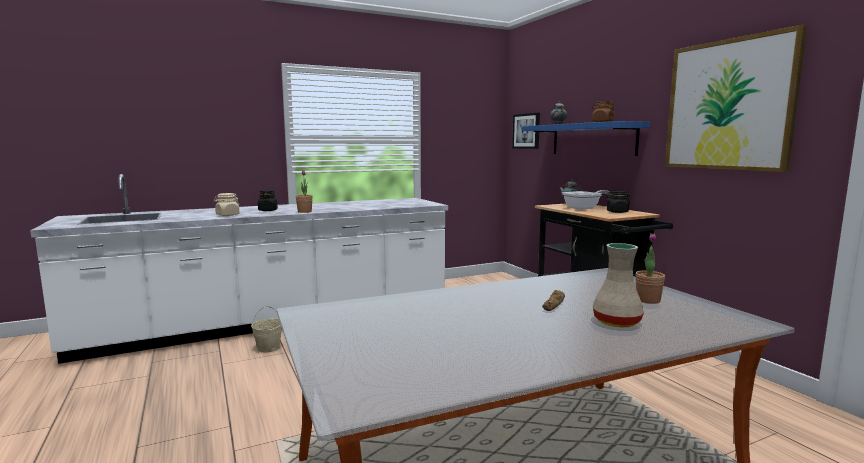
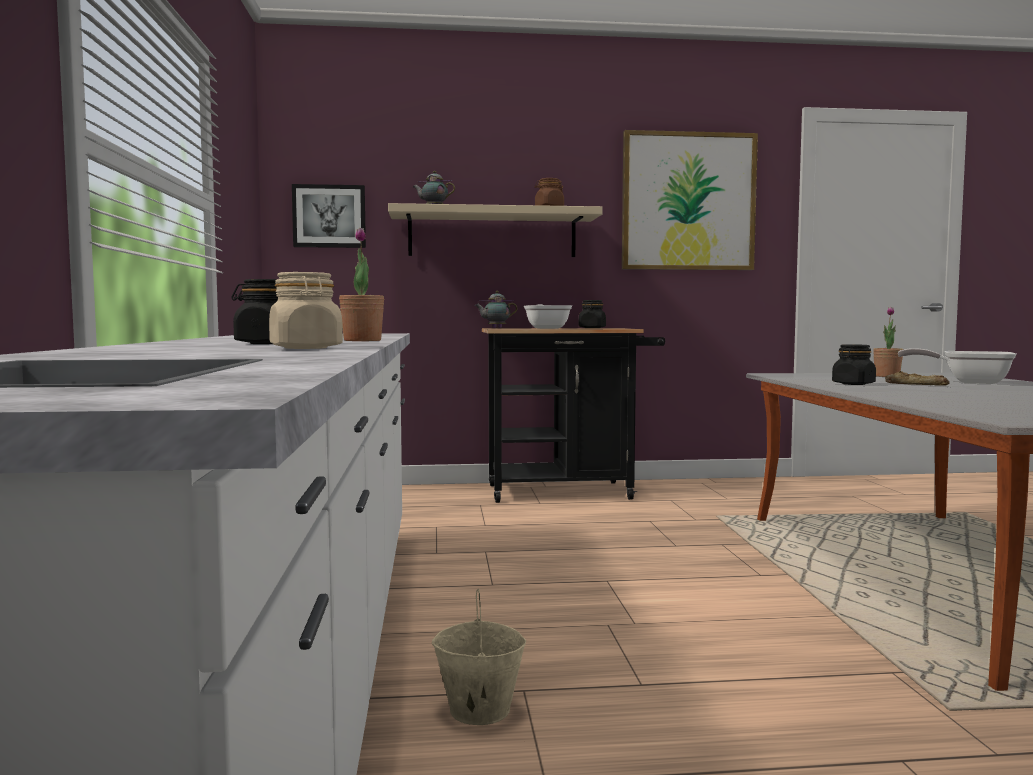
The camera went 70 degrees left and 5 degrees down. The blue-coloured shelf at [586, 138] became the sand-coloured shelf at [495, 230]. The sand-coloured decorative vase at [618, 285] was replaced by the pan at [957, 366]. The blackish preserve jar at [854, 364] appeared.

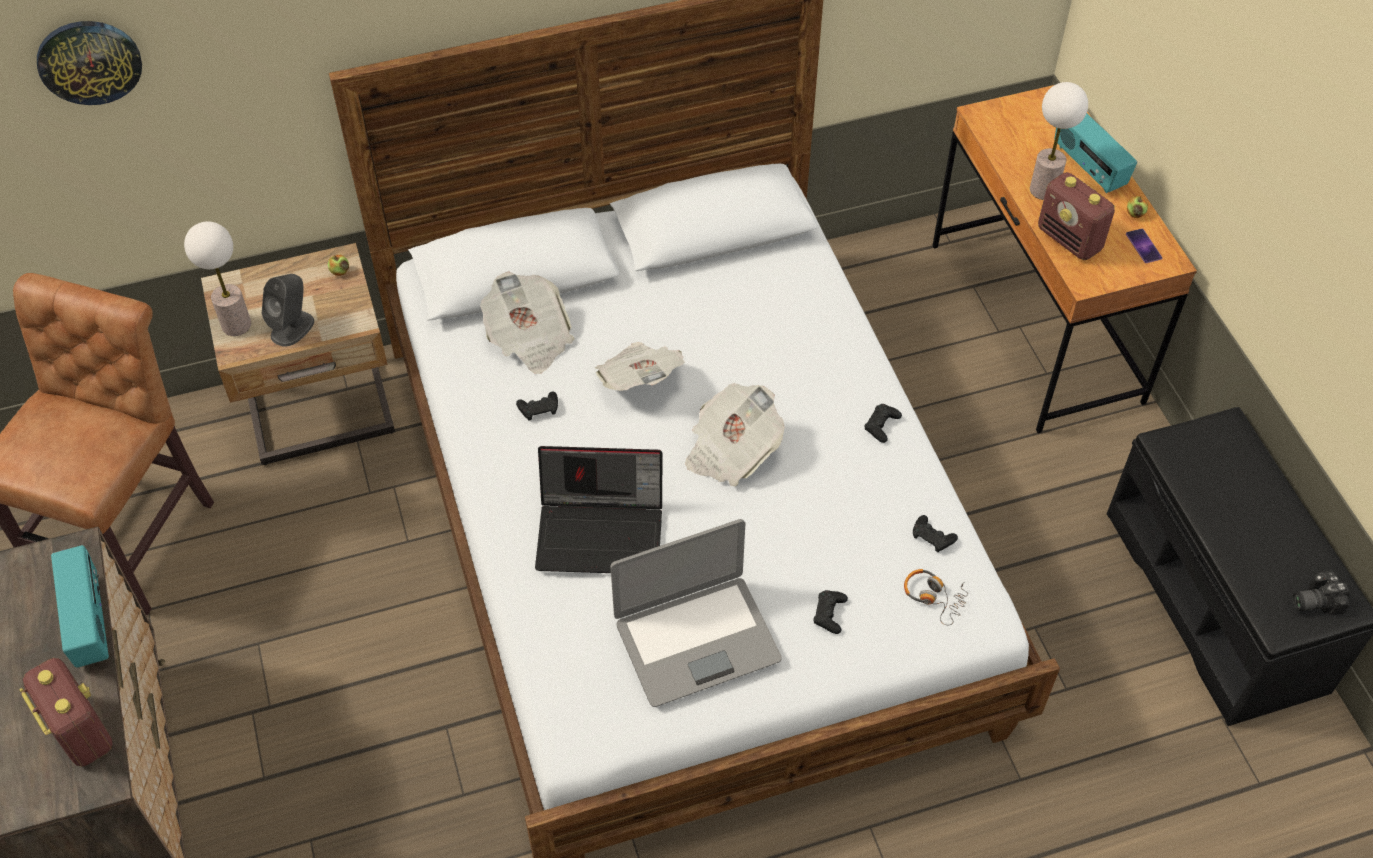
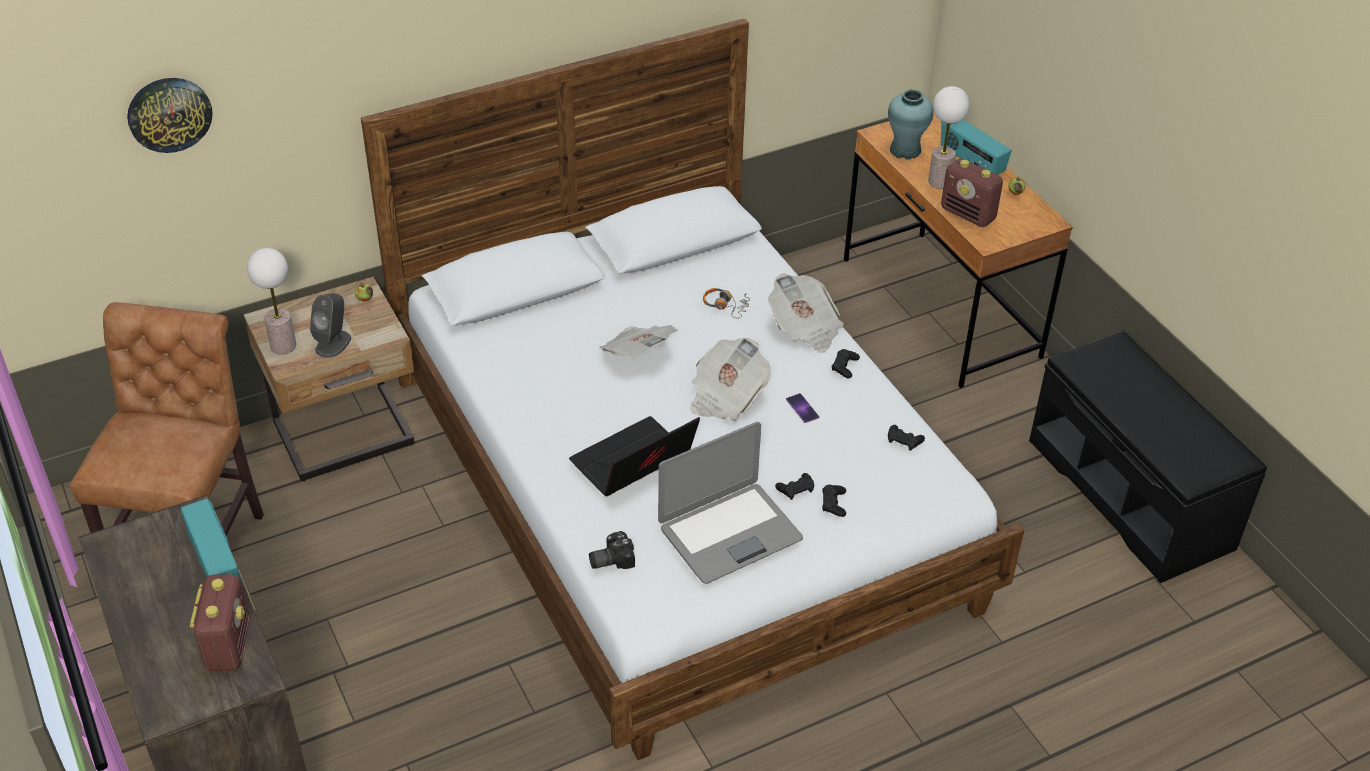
The camera went 10 degrees left and 10 degrees down. The telephone moved from [1144, 246] to [802, 408]. The daily paper moved from [527, 323] to [806, 313]. The blackish joypad moved from [537, 406] to [794, 486]. The portable computer at [598, 509] turned 150 degrees clockwise. The headphones moved from [936, 597] to [726, 303]. The still camera moved from [1321, 593] to [612, 550]. The radio set at [66, 712] turned 45 degrees clockwise. The blue-green decorative vase at [911, 124] appeared.

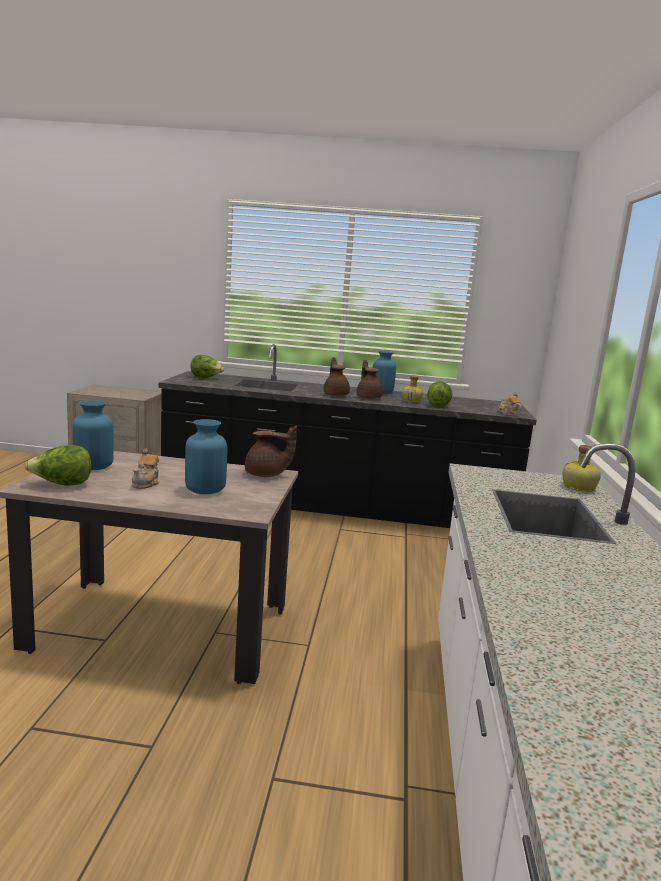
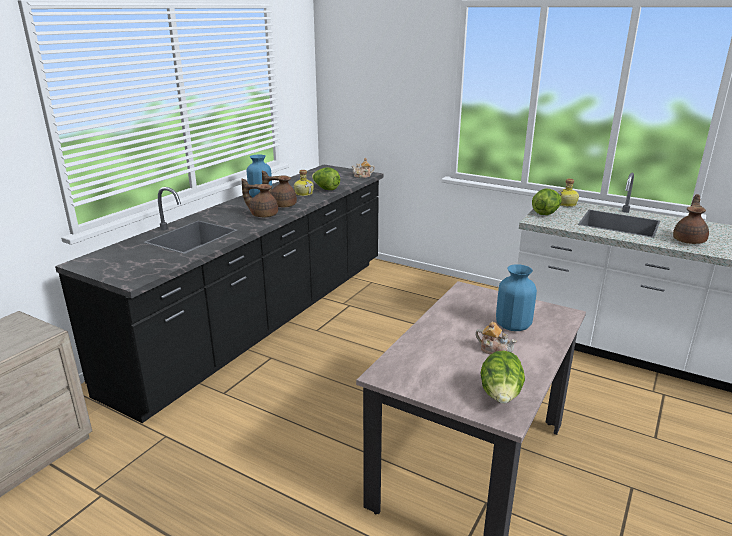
The camera went 65 degrees left and 10 degrees up. The lettuce head moved from [207, 366] to [547, 202]. The blue-coloured decorative vase at [93, 435] disappeared. The brown-coloured teapot moved from [271, 451] to [691, 219].

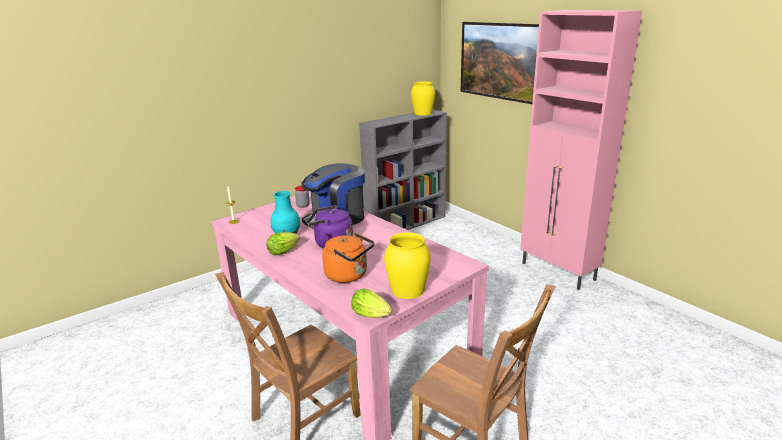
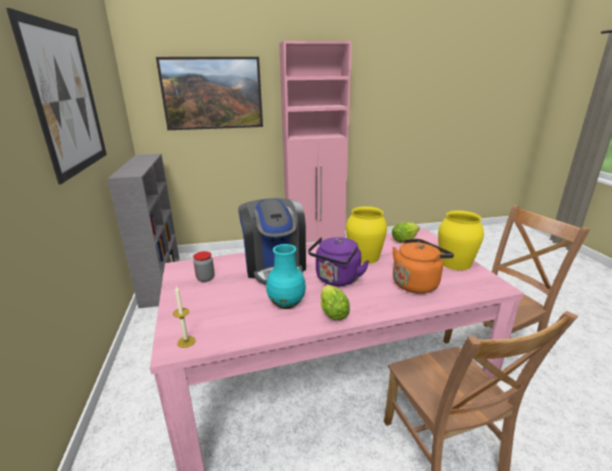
The camera went 65 degrees left and 0 degrees up. The yellowish decorative vase moved from [423, 98] to [366, 235]. The lettuce head moved from [371, 303] to [406, 232]. The wall picture at [56, 96] appeared.

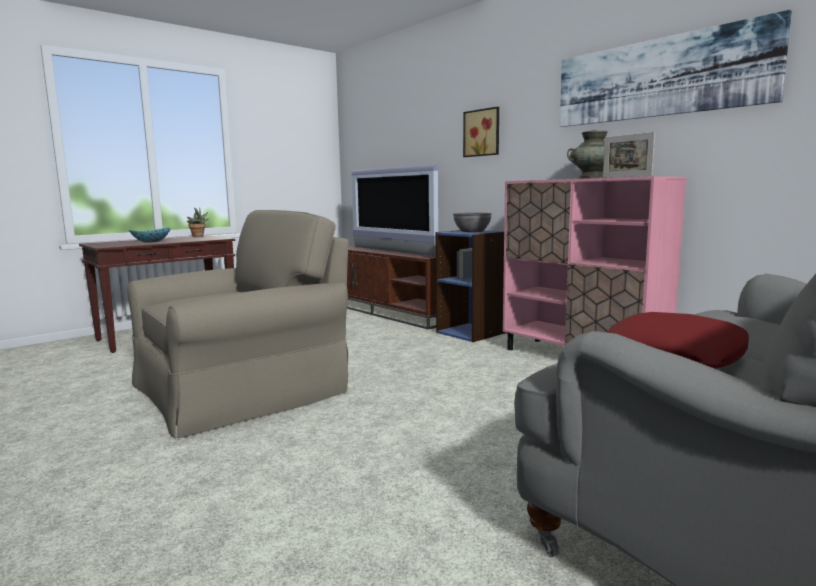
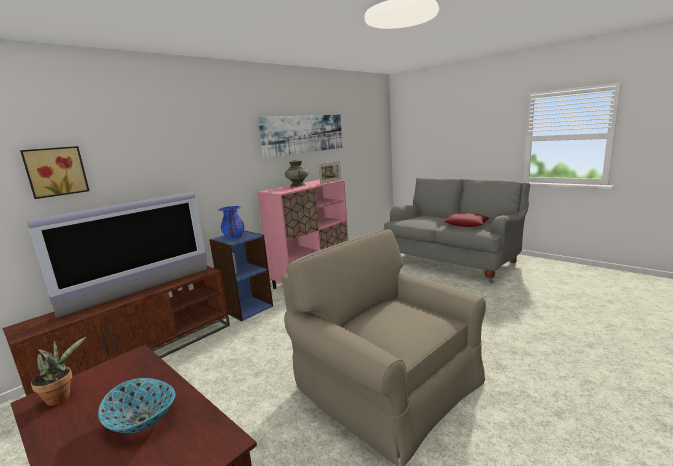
The camera went 95 degrees left and 5 degrees up. The wall picture moved from [481, 132] to [54, 172]. The grey serving bowl at [472, 222] was replaced by the blue-coloured decorative vase at [231, 222].

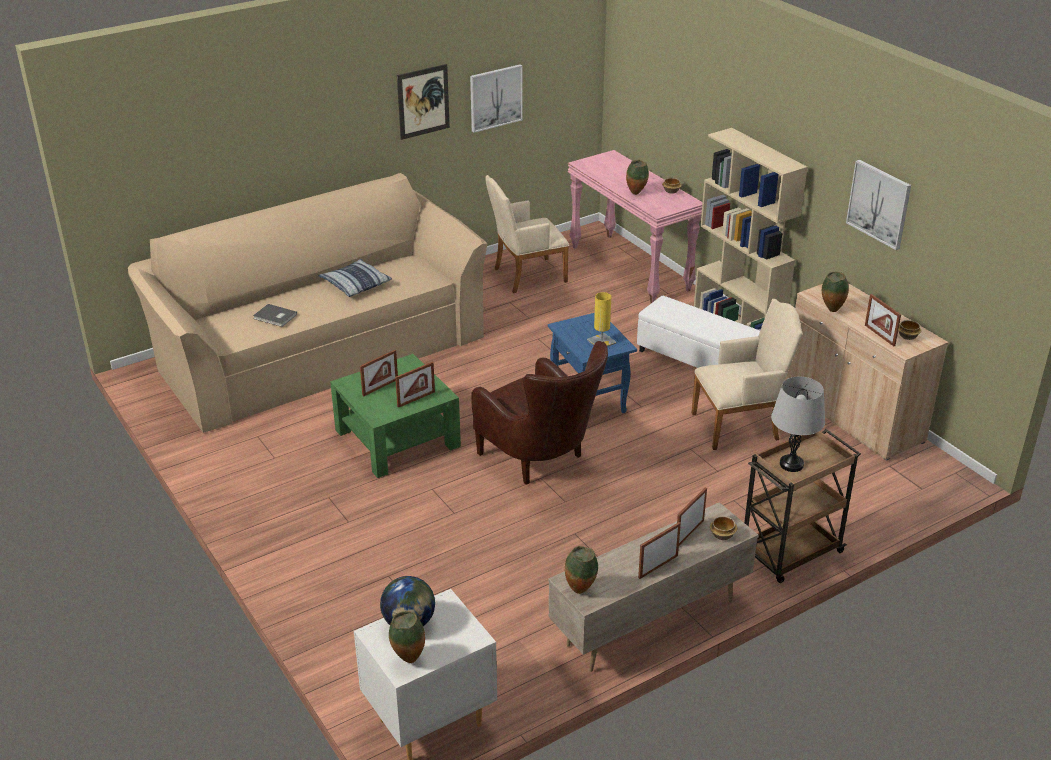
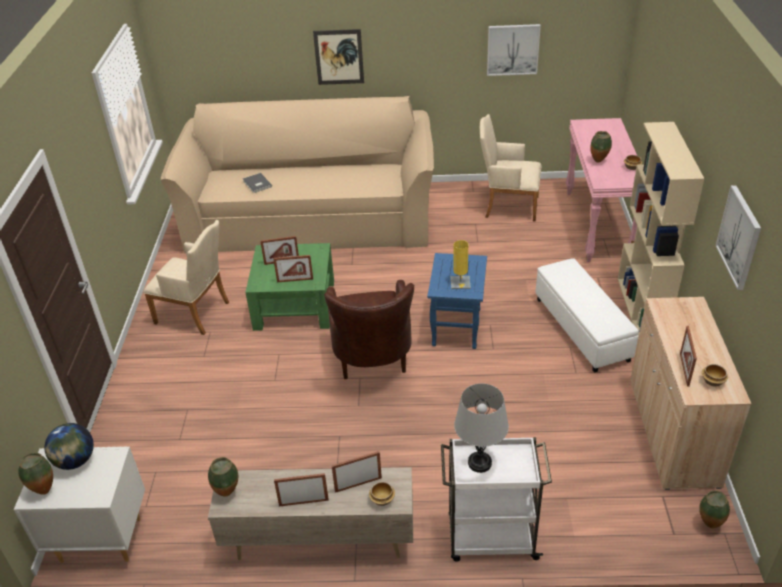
The camera went 35 degrees right and 5 degrees up. The wall picture moved from [423, 102] to [338, 57]. The throw pillow at [355, 278] disappeared. The decorative vase moved from [835, 292] to [714, 510]. The sand-coloured armchair moved from [747, 374] to [186, 277]. The brown-coloured wheeled cart at [802, 506] became the white-coloured wheeled cart at [496, 499].

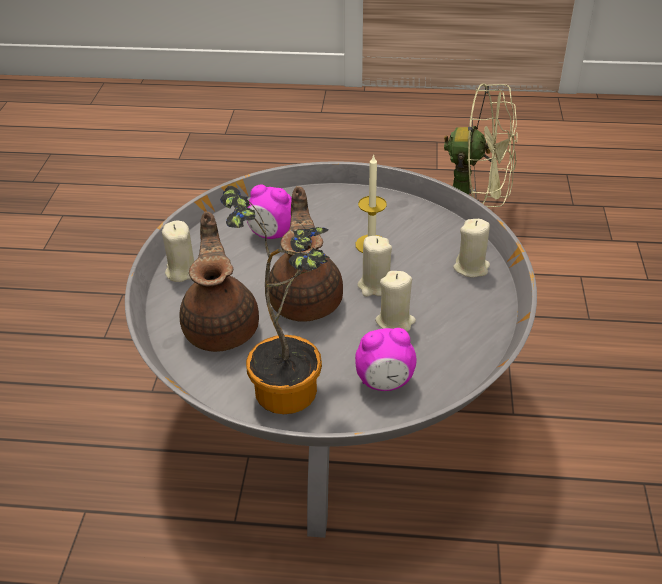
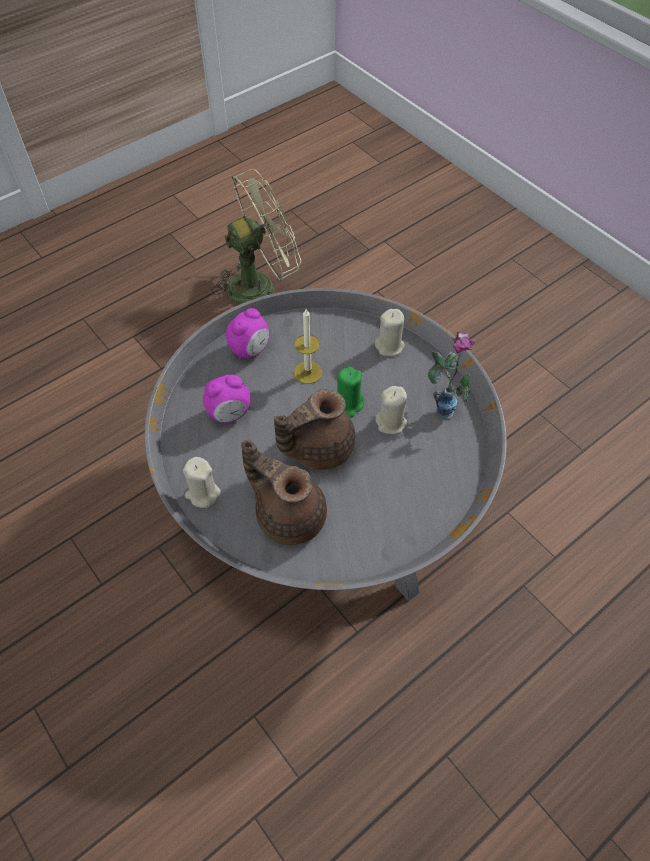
The camera went 45 degrees left and 15 degrees up. The potted plant at [274, 300] disappeared. The brown-coloured teapot at [306, 254] turned 75 degrees counterclockwise. The sand-coloured wax light at [374, 266] became the green-coloured wax light at [350, 392]. The table clock moved from [386, 359] to [248, 333]. The decorative vase at [451, 375] appeared.

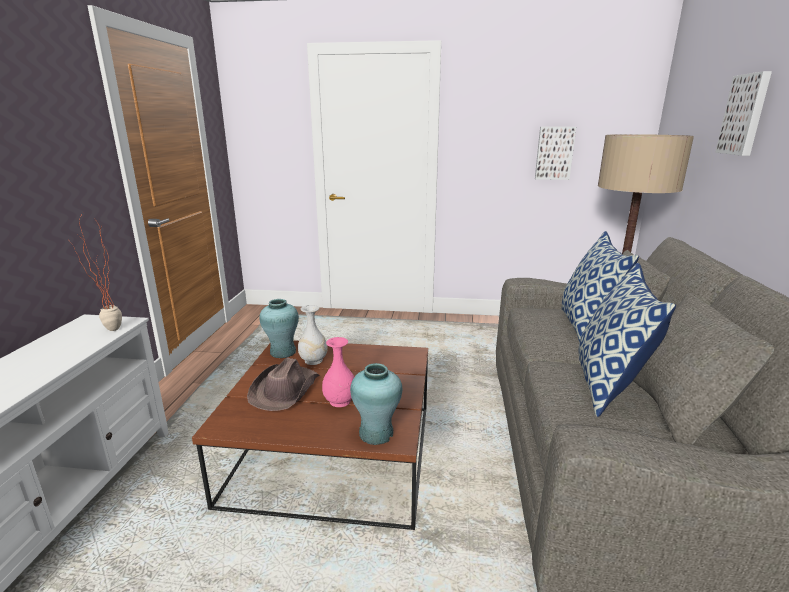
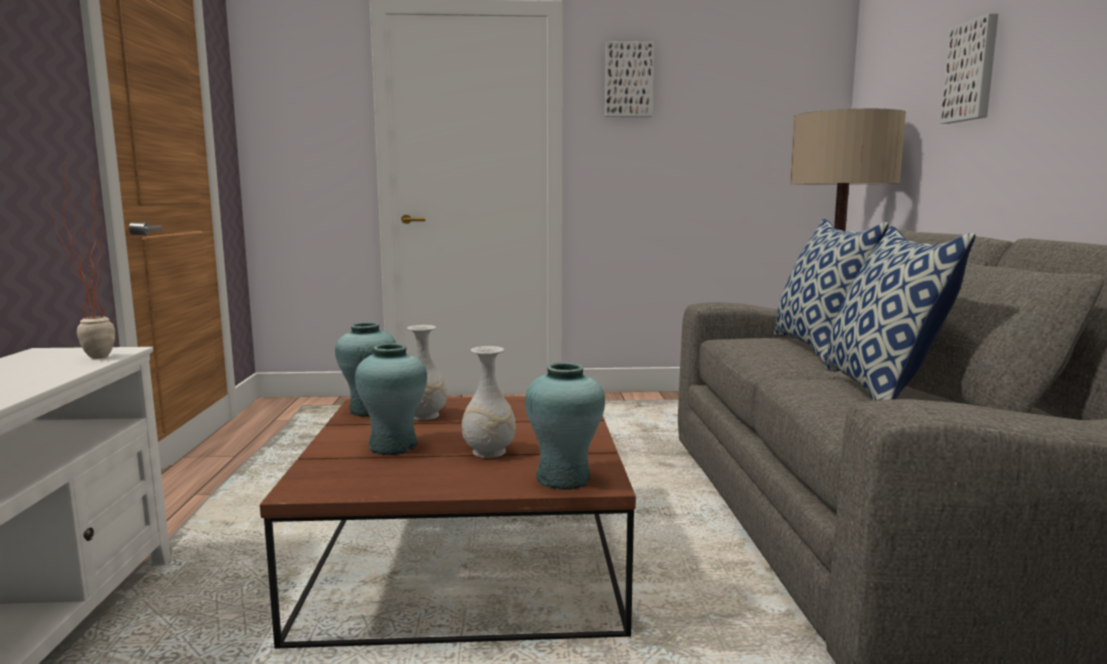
The camera went 10 degrees left and 10 degrees down. The wall picture moved from [555, 153] to [629, 79]. The pinkish decorative vase at [338, 372] became the white-coloured decorative vase at [489, 402]. The brown-coloured hat at [283, 384] was replaced by the blue-green decorative vase at [391, 399].

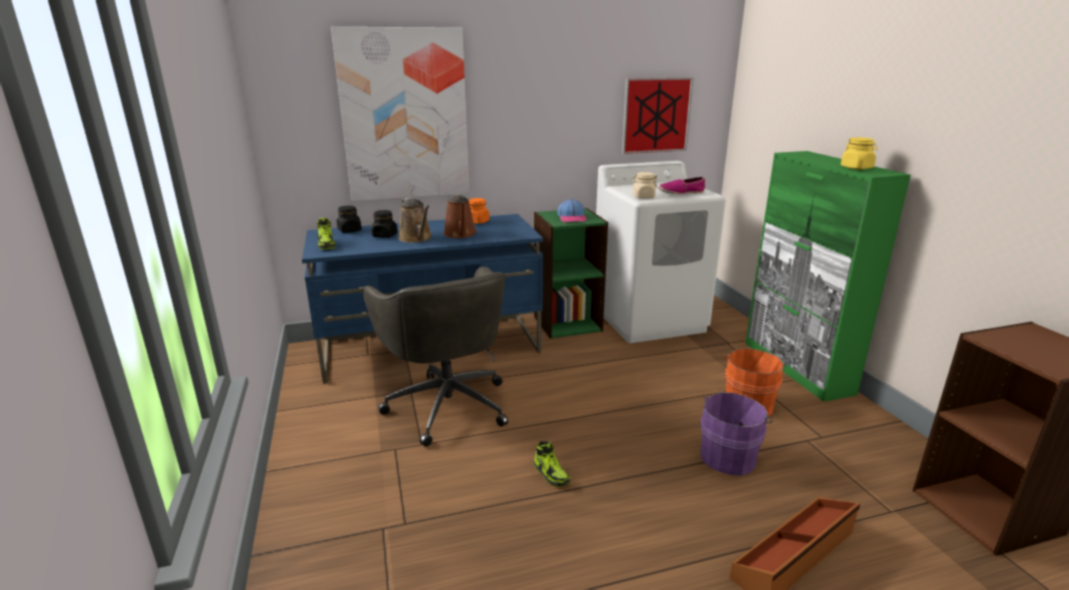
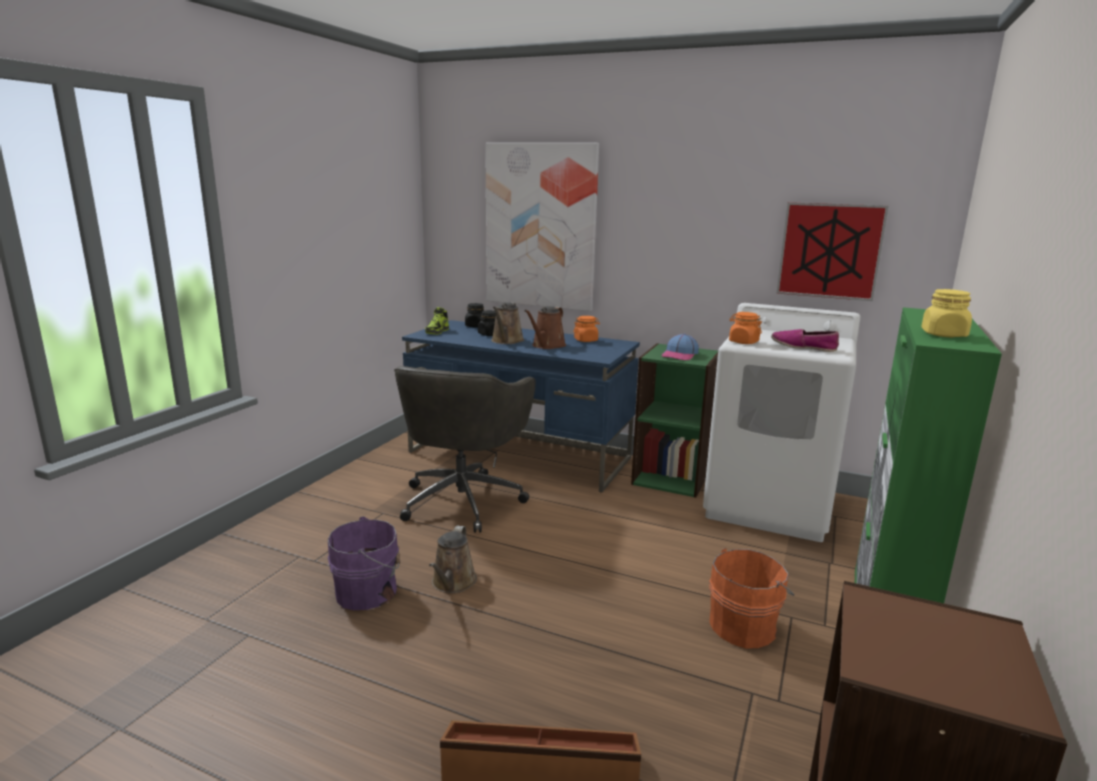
The camera went 40 degrees right and 5 degrees down. The sand-coloured preserve jar at [644, 185] became the orangey preserve jar at [745, 328]. The purplish water bucket moved from [736, 434] to [364, 563]. The shoe at [552, 464] was replaced by the brown-coloured watering can at [453, 559].

